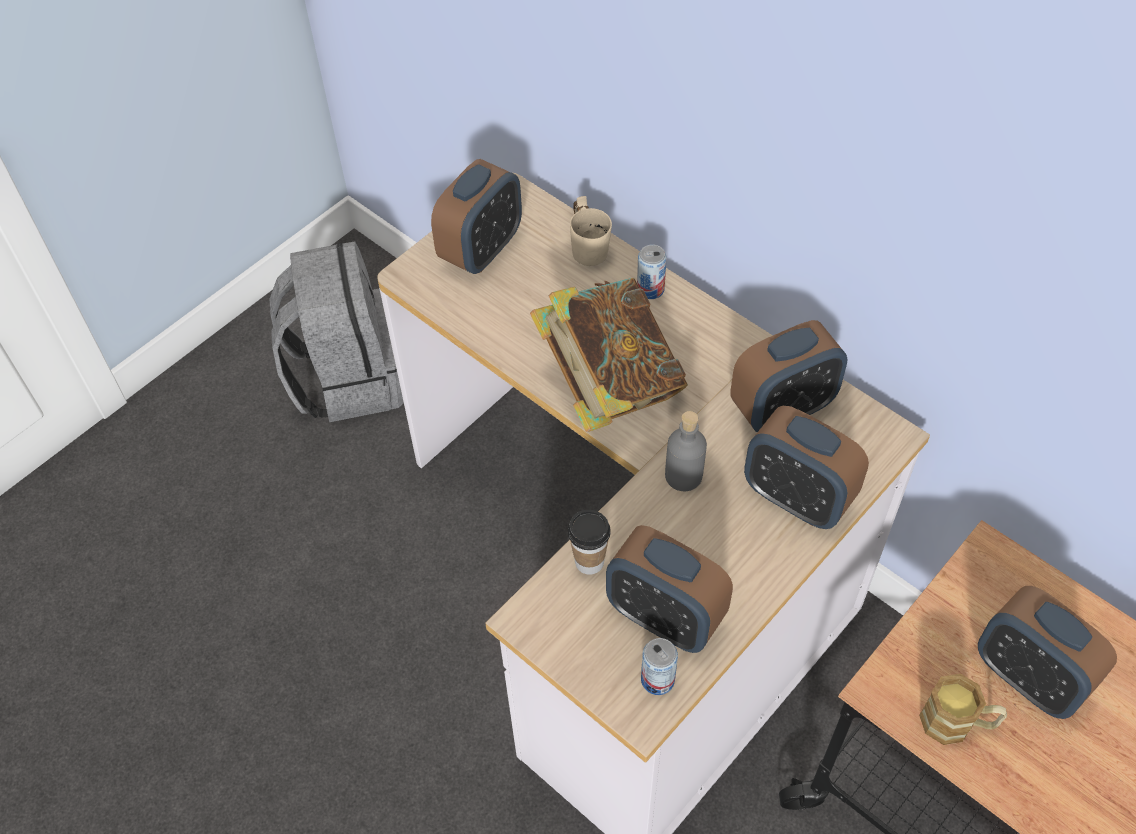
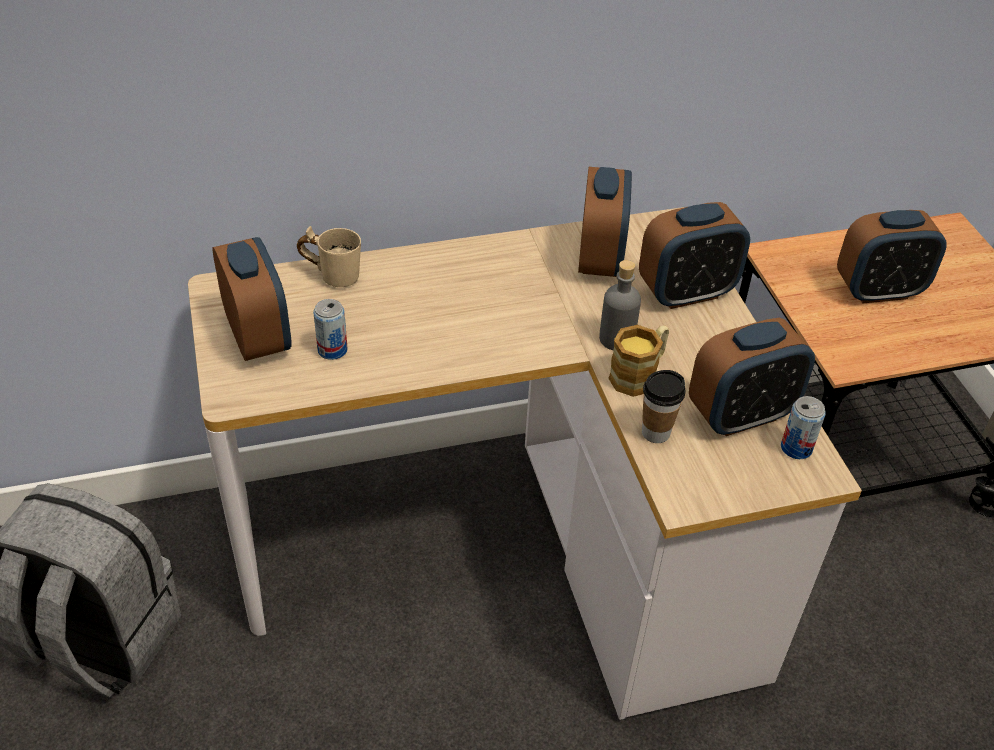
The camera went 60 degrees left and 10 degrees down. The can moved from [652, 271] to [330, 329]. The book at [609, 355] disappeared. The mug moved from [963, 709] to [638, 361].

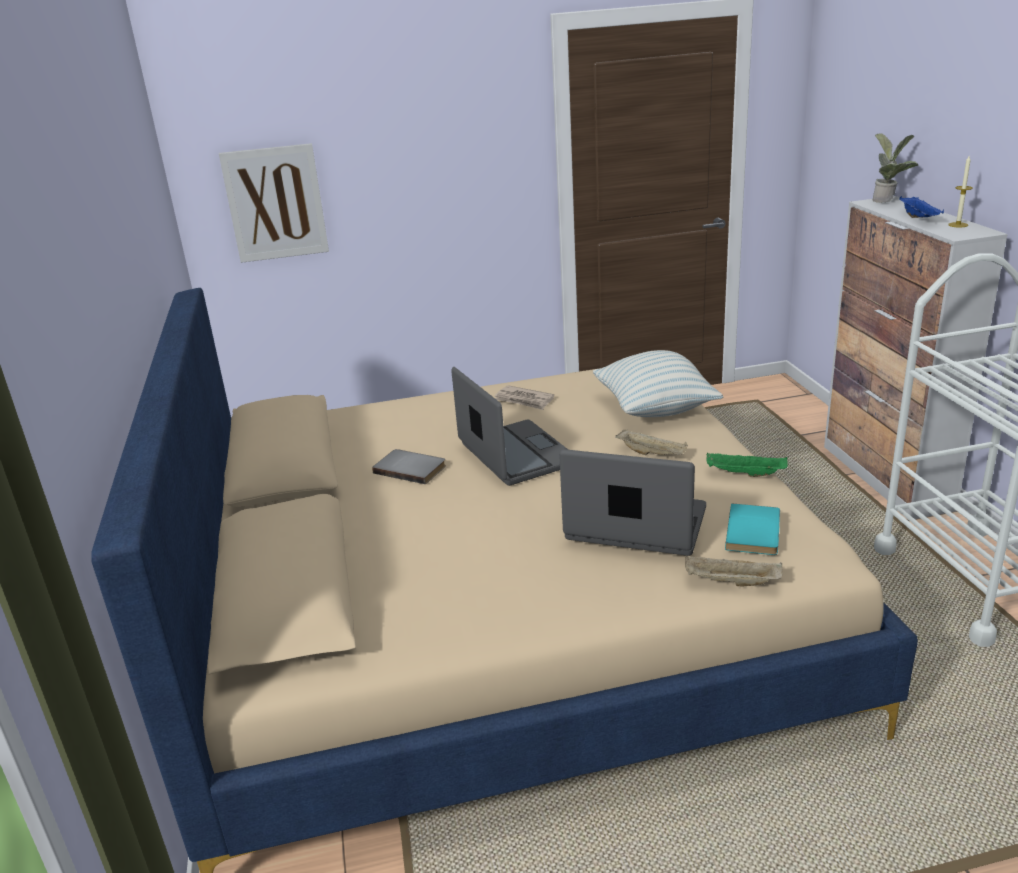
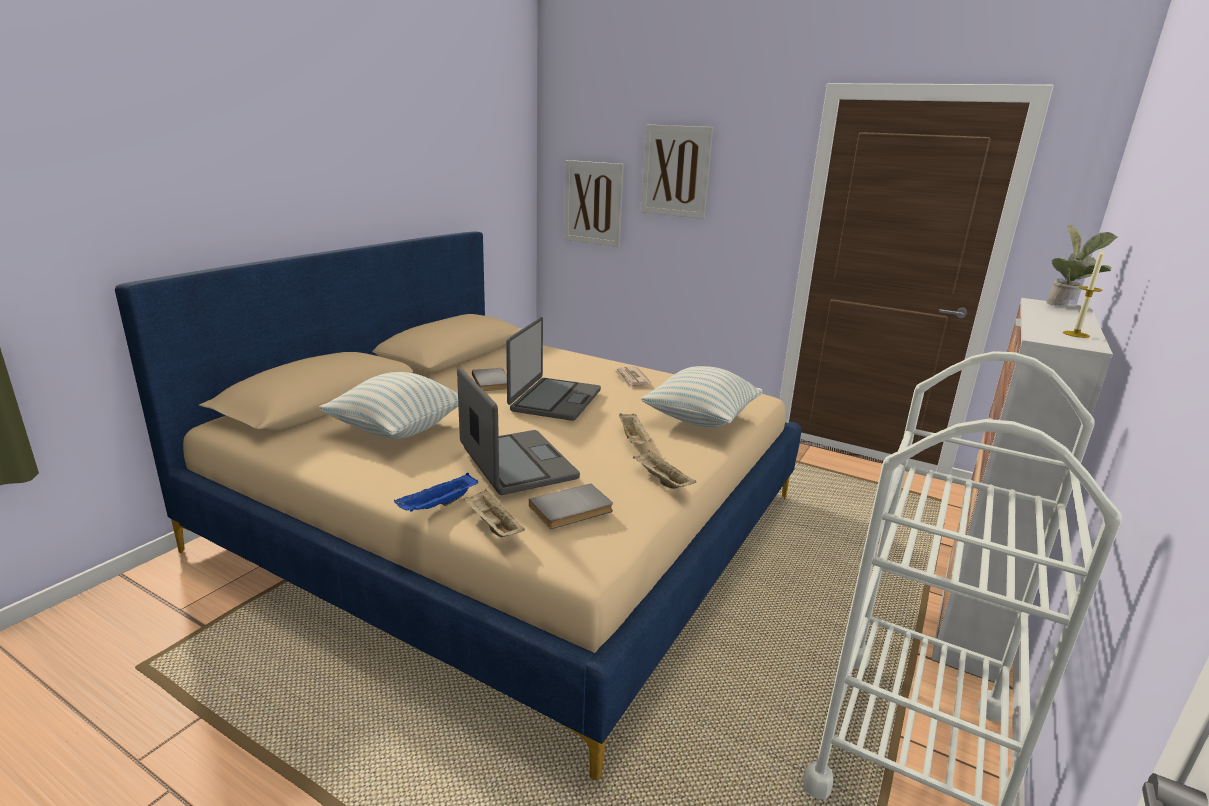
The camera went 40 degrees right and 5 degrees down. The blue-coloured tray moved from [921, 207] to [436, 492]. The green-coloured tray at [747, 465] became the sand-coloured tray at [664, 469]. The blue-green book at [752, 529] became the grey book at [571, 506]. The wall picture at [677, 171] appeared. The throw pillow at [388, 405] appeared.

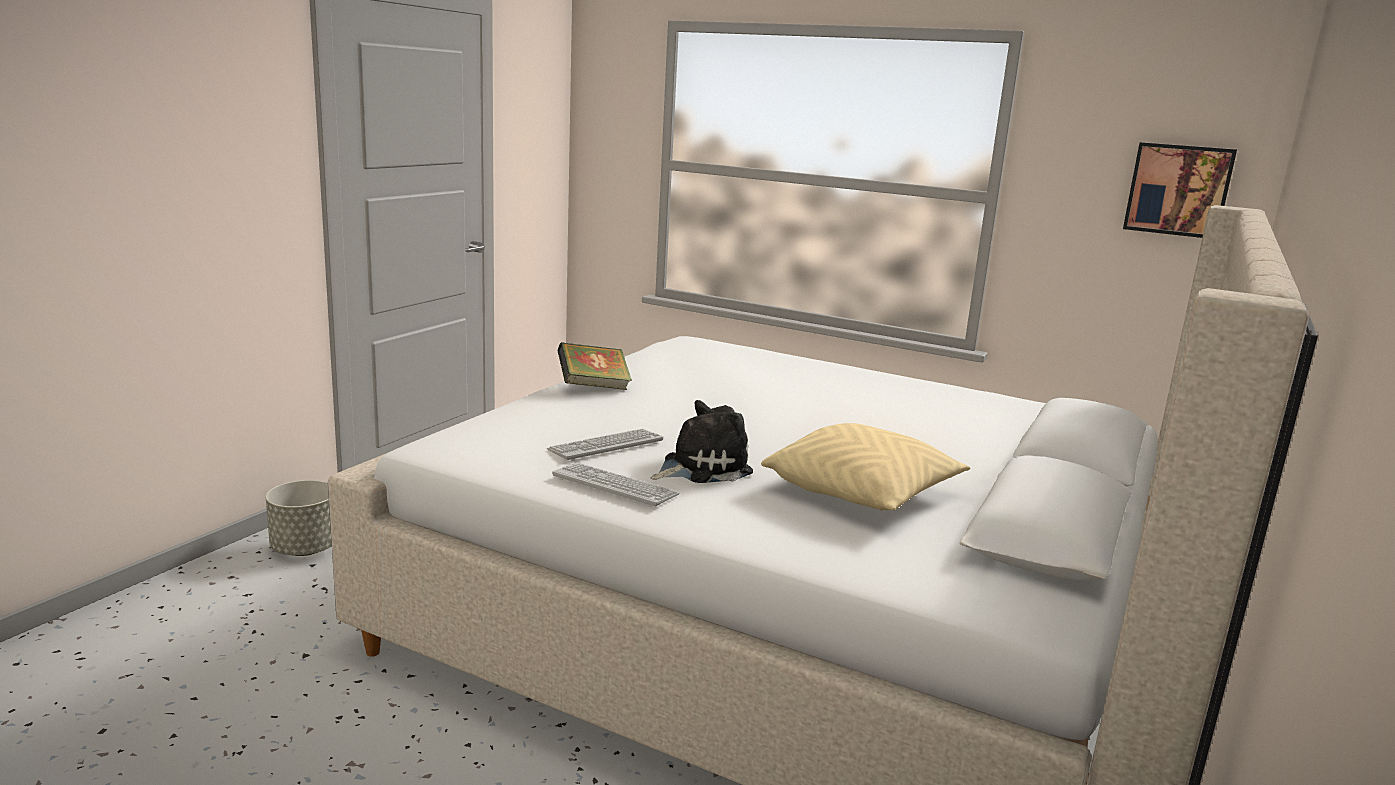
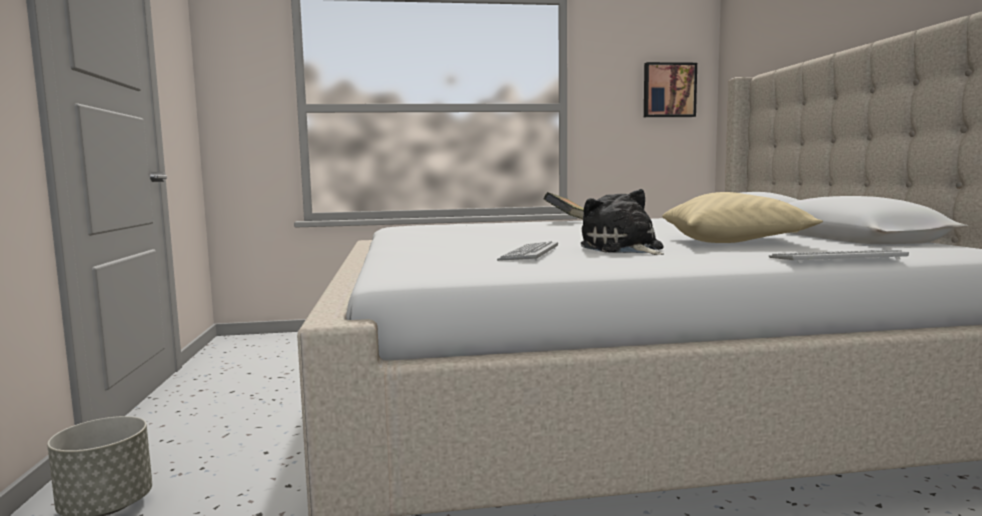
The camera went 35 degrees left and 10 degrees down. The book moved from [594, 366] to [564, 205]. The cuddly toy at [702, 441] turned 45 degrees counterclockwise. The PC keyboard moved from [616, 485] to [839, 256].

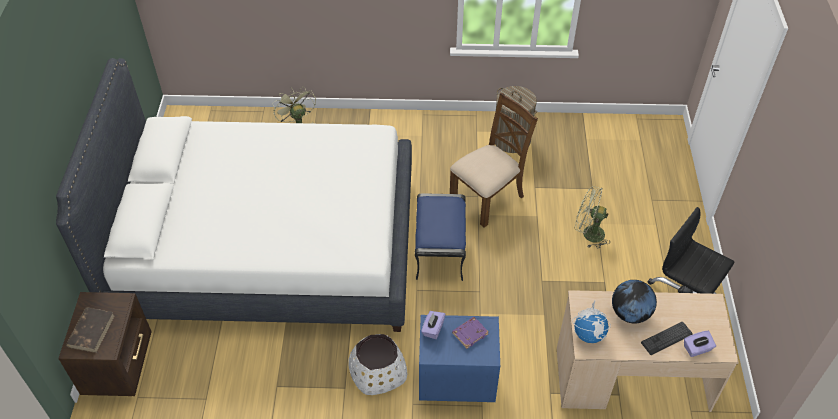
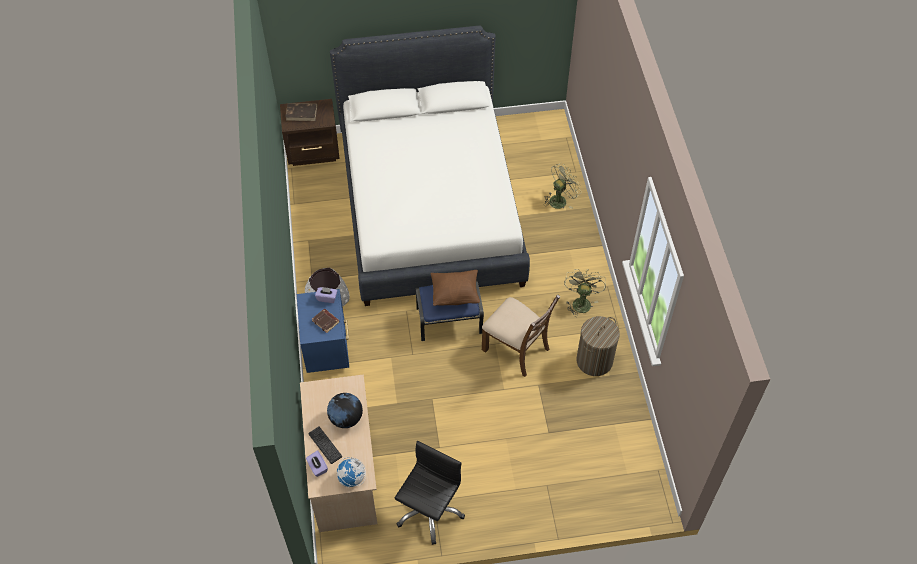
The camera went 80 degrees right and 5 degrees up. The green-coloured electric fan moved from [592, 217] to [585, 293]. The desk globe moved from [591, 321] to [351, 472]. The purplish book at [470, 333] became the brown-coloured book at [326, 321]. The brown-coloured throw pillow at [455, 288] appeared.

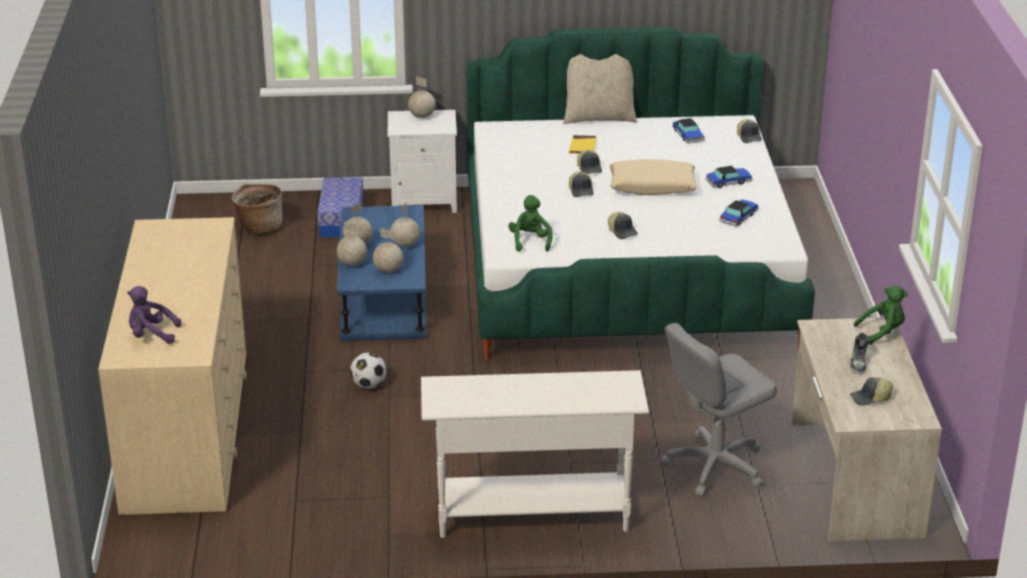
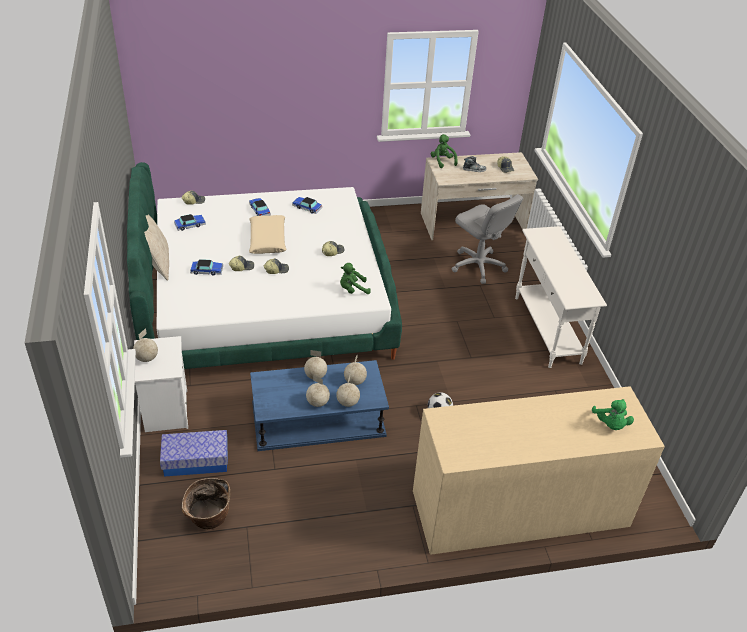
The camera went 100 degrees left and 10 degrees up. The yellowish book at [583, 144] was replaced by the toy car at [206, 267]. The purplish cuddly toy at [154, 315] became the green-coloured cuddly toy at [613, 414].

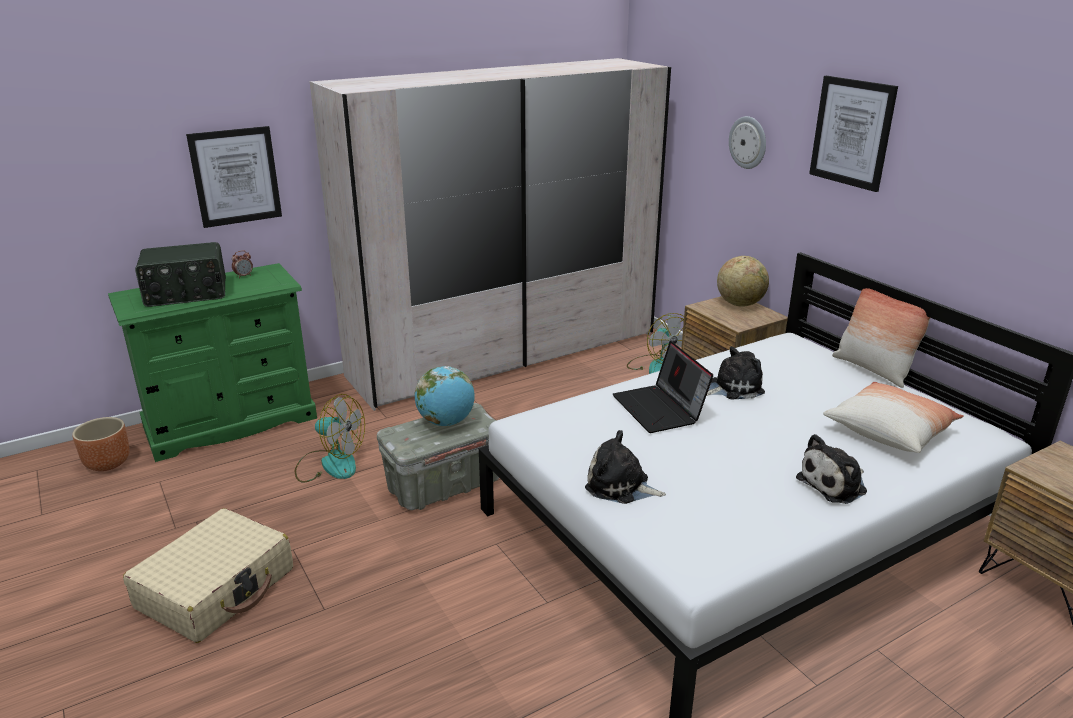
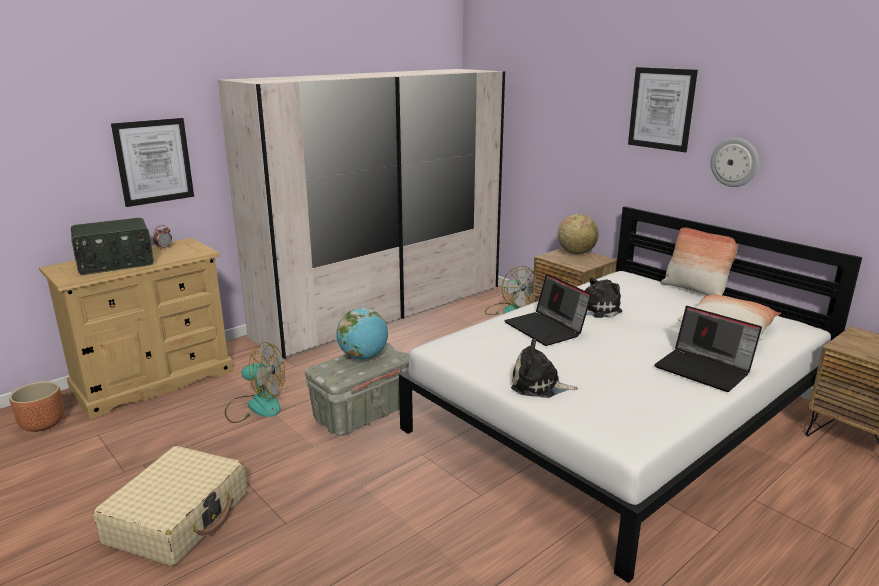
The camera went 10 degrees left and 5 degrees down. The hanging clock moved from [747, 142] to [735, 162]. The green-coloured drawer chest at [212, 362] became the sand-coloured drawer chest at [136, 328]. The cuddly toy at [831, 469] was replaced by the portable computer at [708, 349].

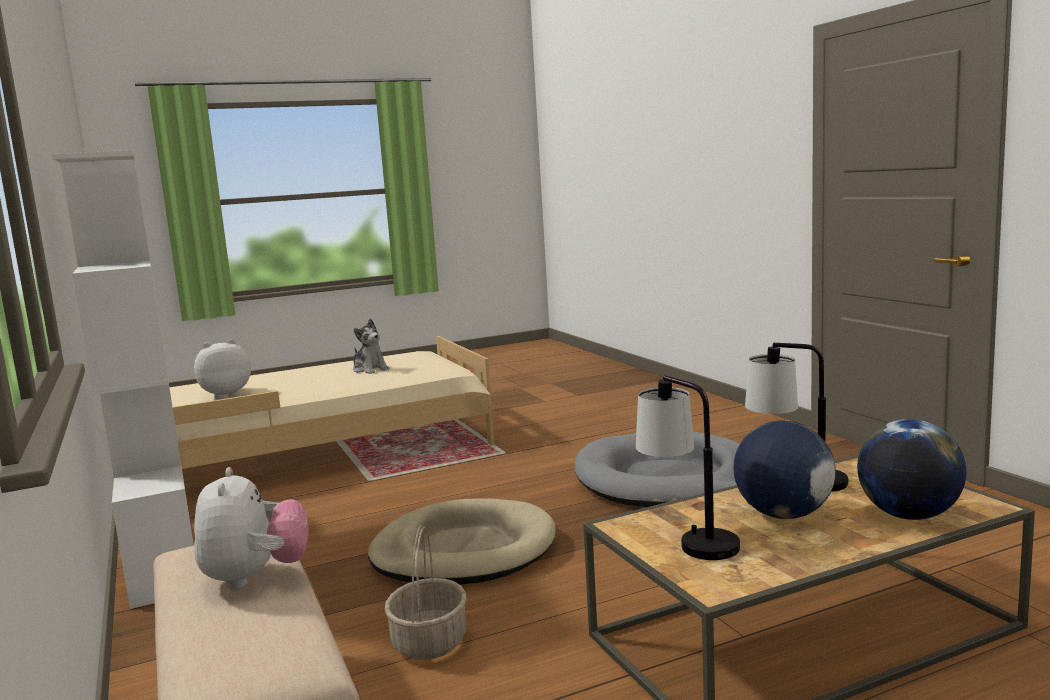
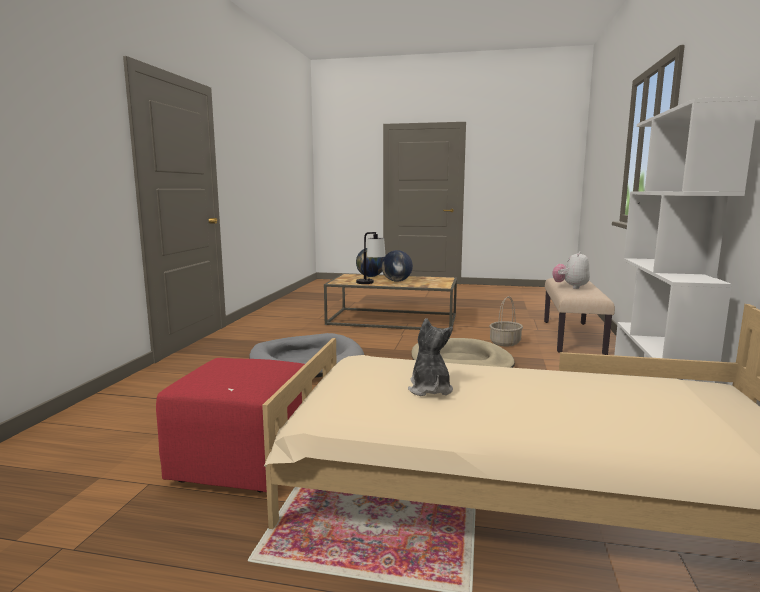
The camera went 145 degrees left and 0 degrees up. The cuddly toy at [222, 369] disappeared. The tabletop lamp at [688, 467] disappeared. The reddish ottoman at [230, 425] appeared.

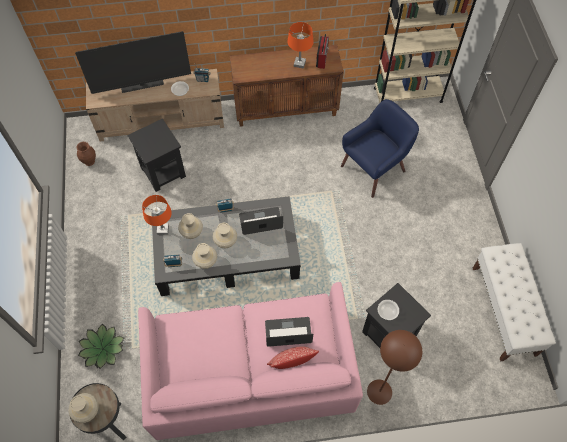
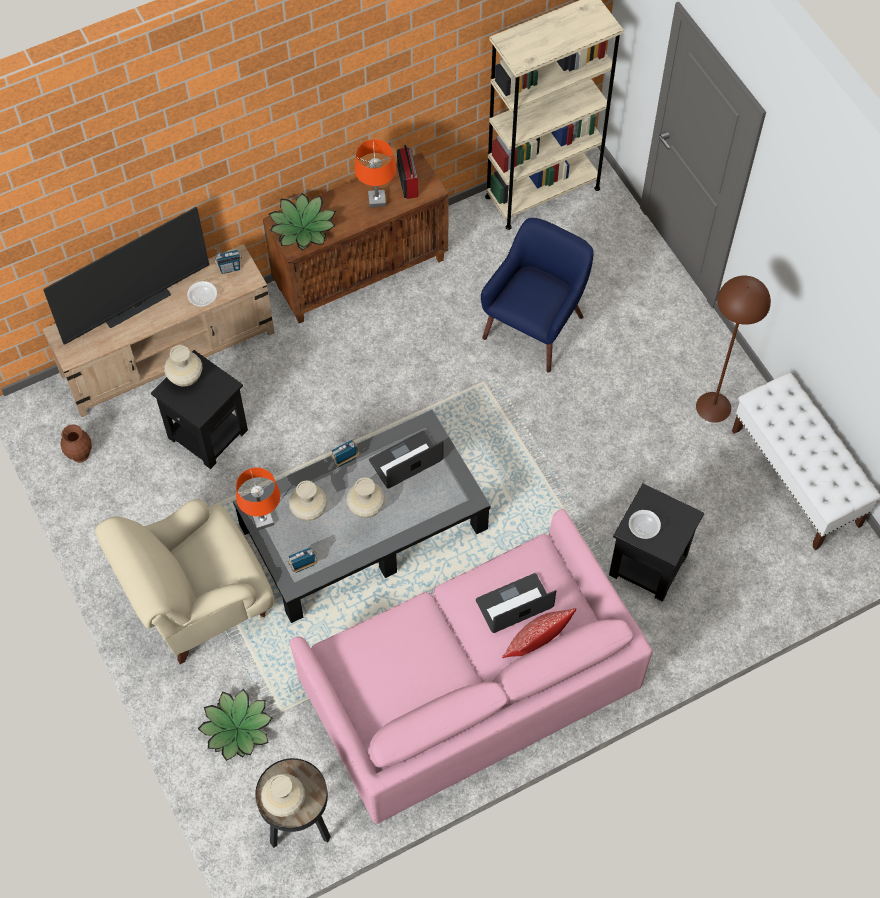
The camera went 20 degrees left and 0 degrees up. The sand-coloured decorative vase moved from [204, 256] to [183, 366]. The brown-coloured standard lamp moved from [394, 367] to [733, 349]. The potted plant at [302, 221] appeared. The sand-coloured armchair at [184, 581] appeared.

